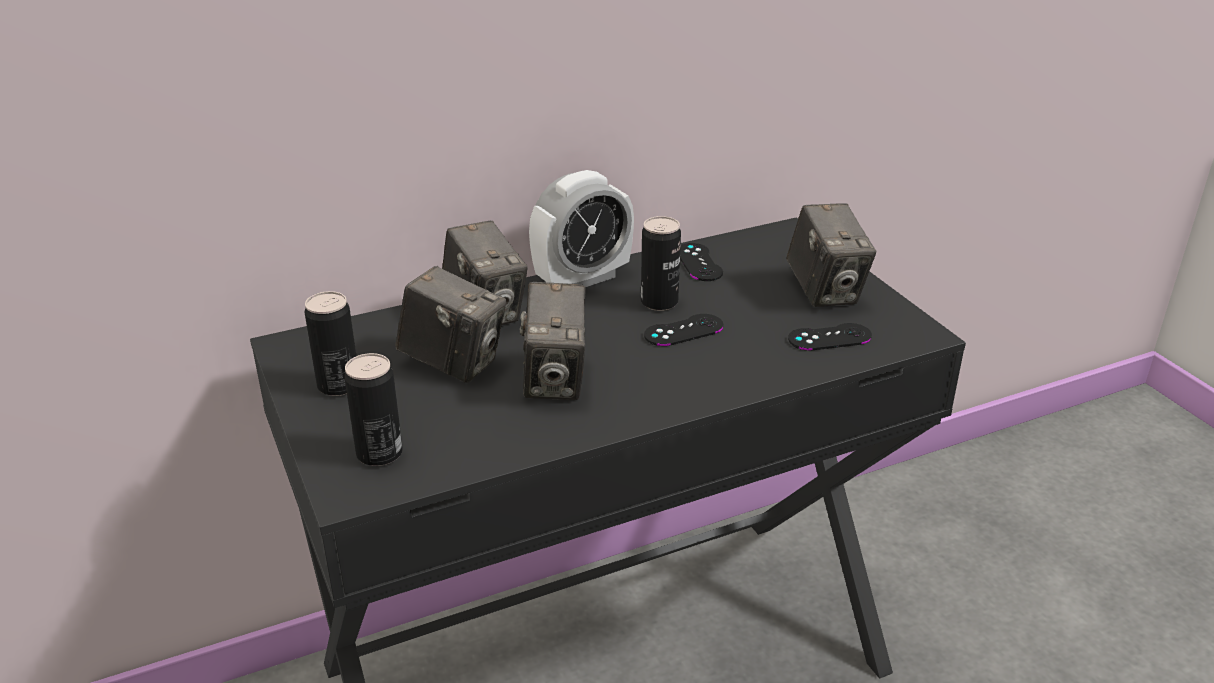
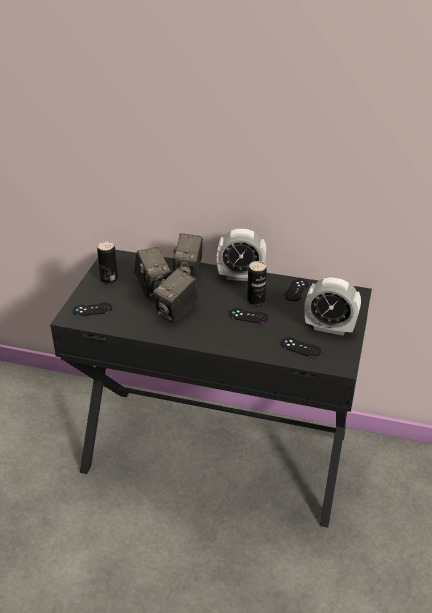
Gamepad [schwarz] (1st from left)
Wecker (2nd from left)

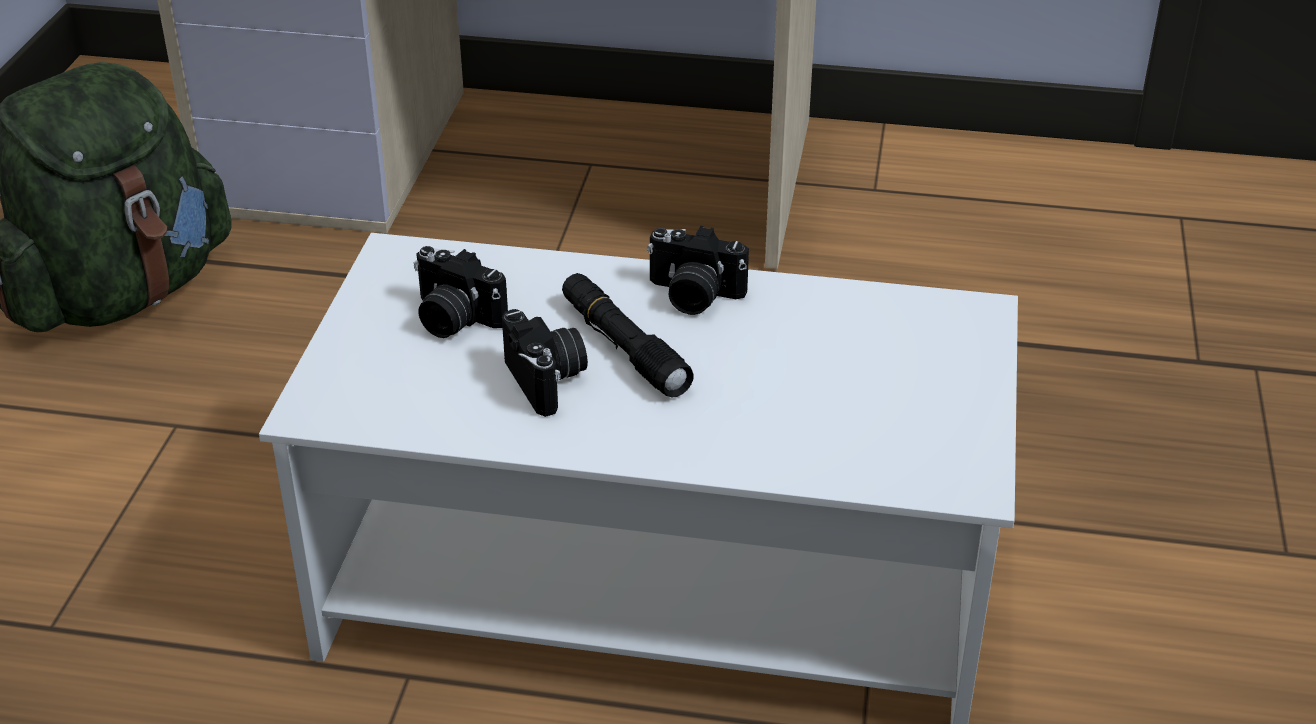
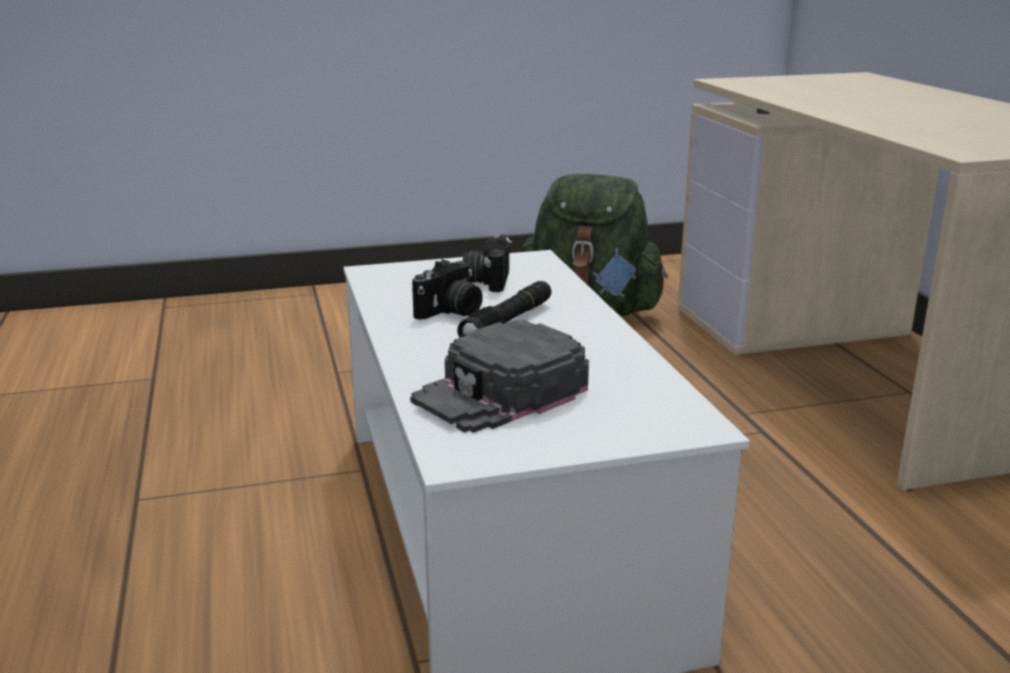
Kamera (3rd from left in the first image)
Kappe [schwarz]

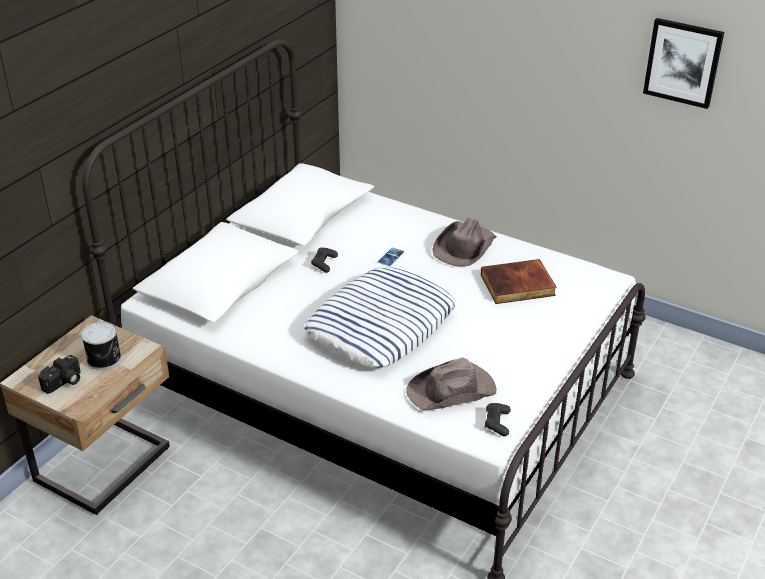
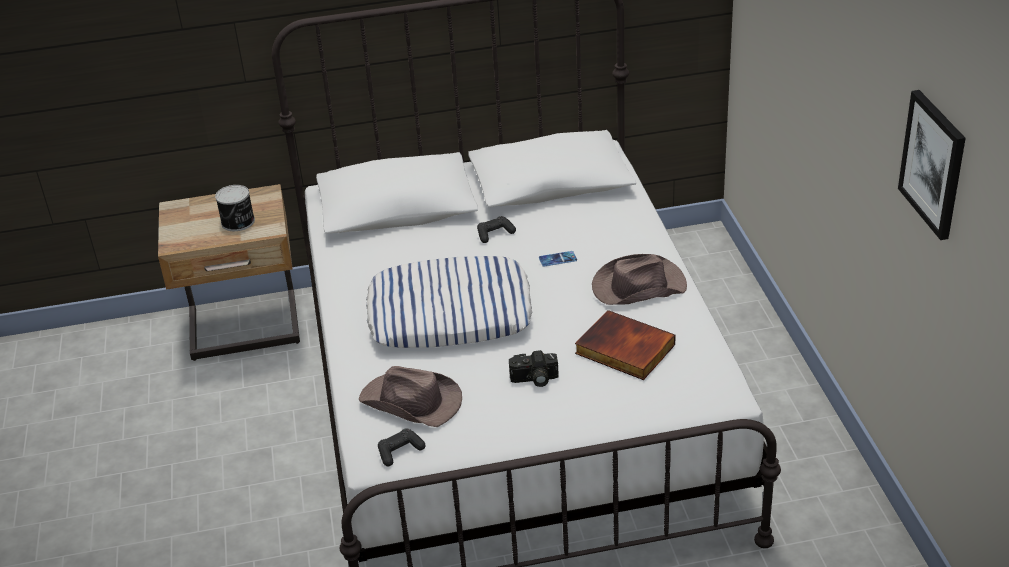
Kamera

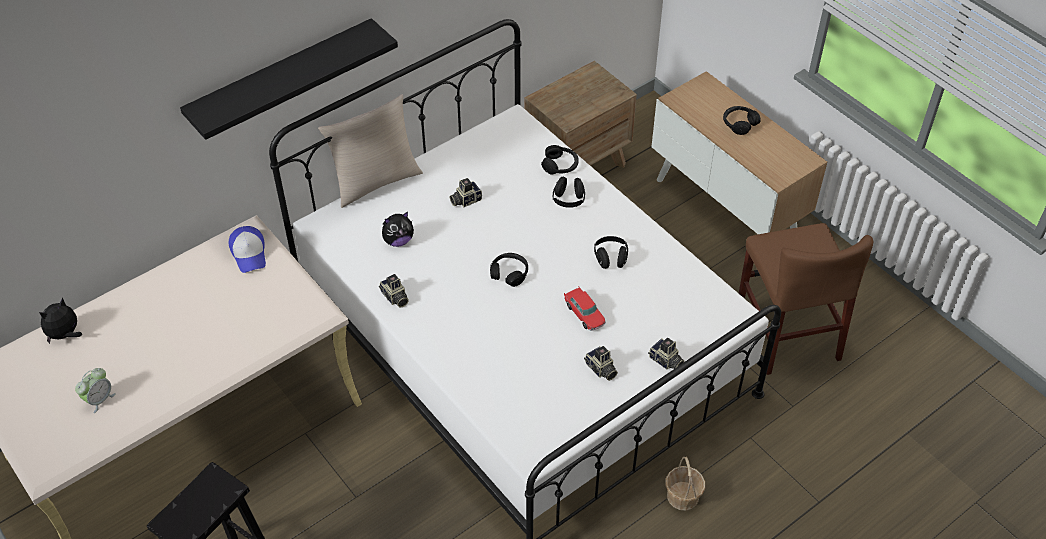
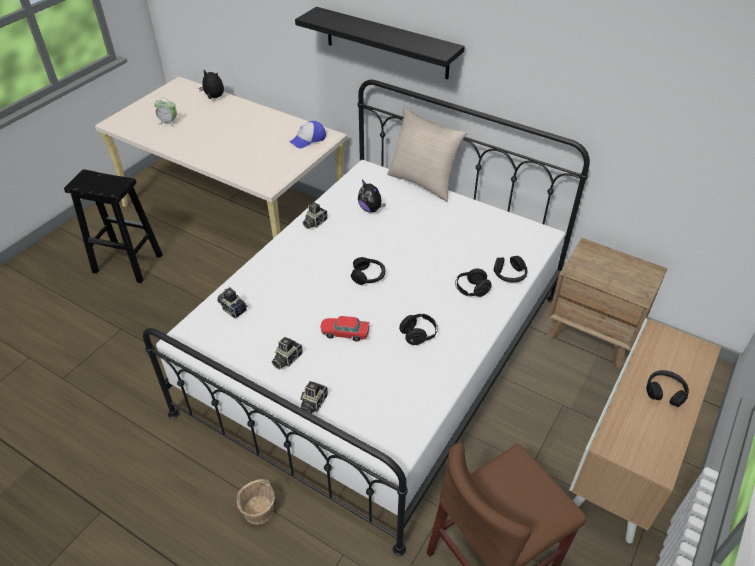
Kamera (1st from left)
Spielzeugauto

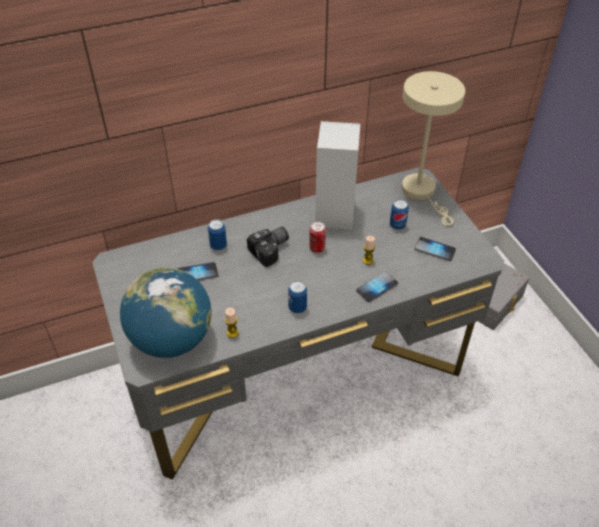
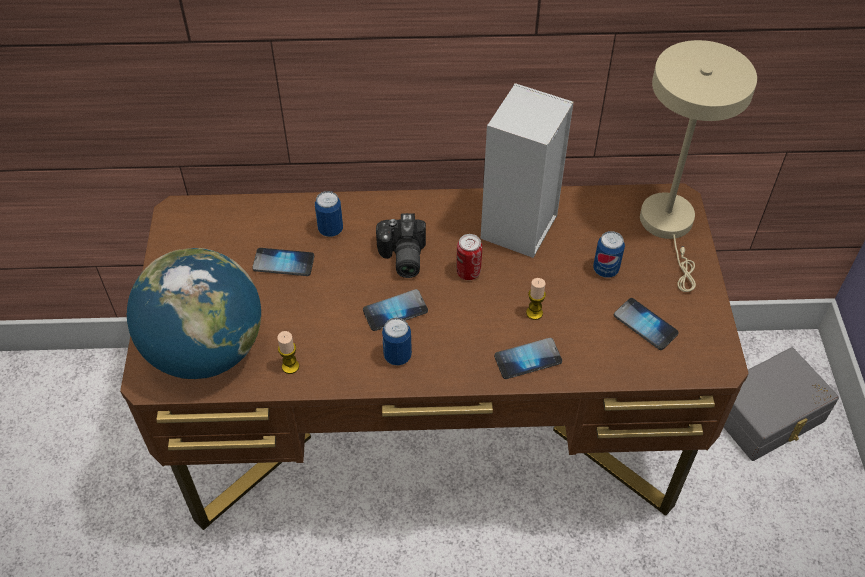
Schreibtisch [braun]
Kamera
Handy (2nd from left)

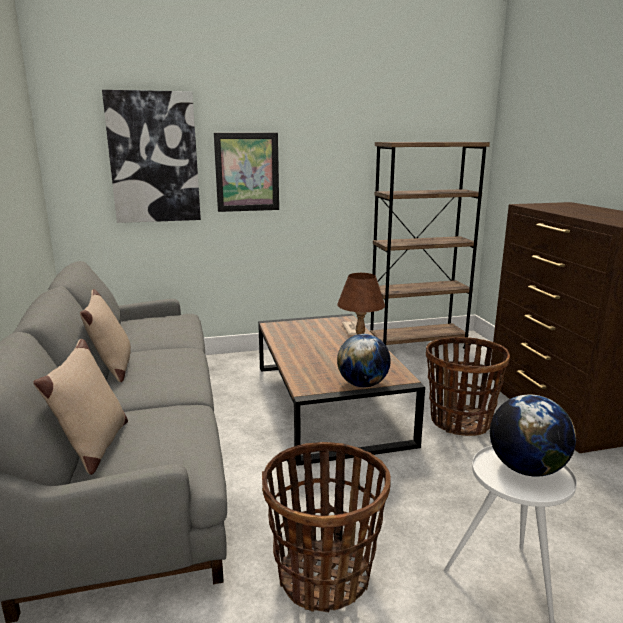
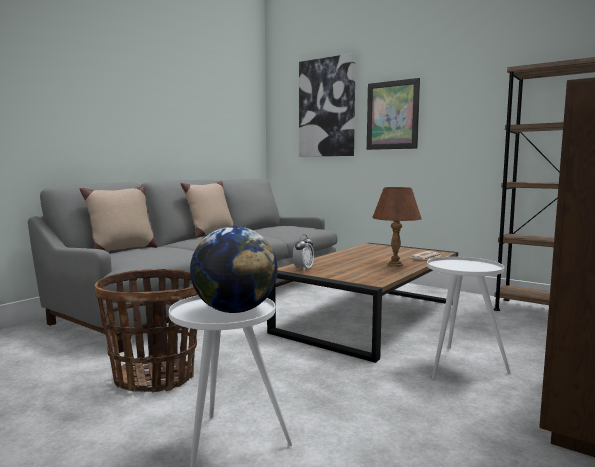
Globus (1st from left in the first image)
Beistelltisch [weiß] (2nd from left)
Wecker

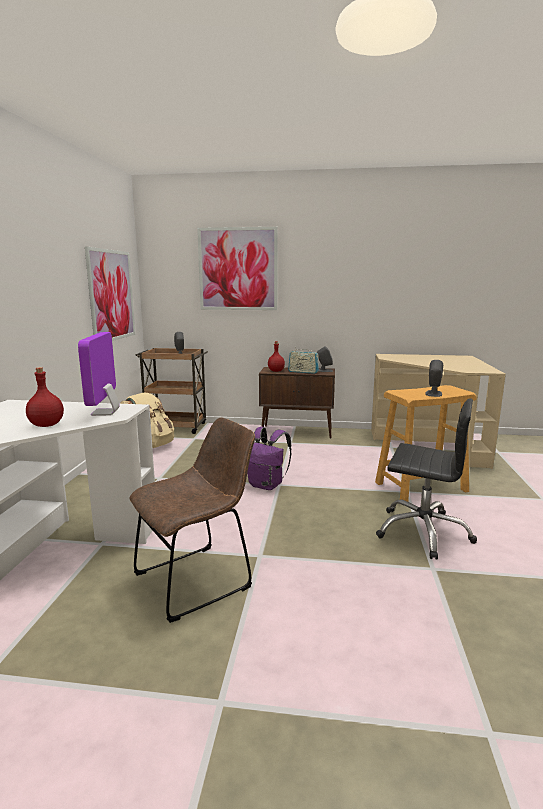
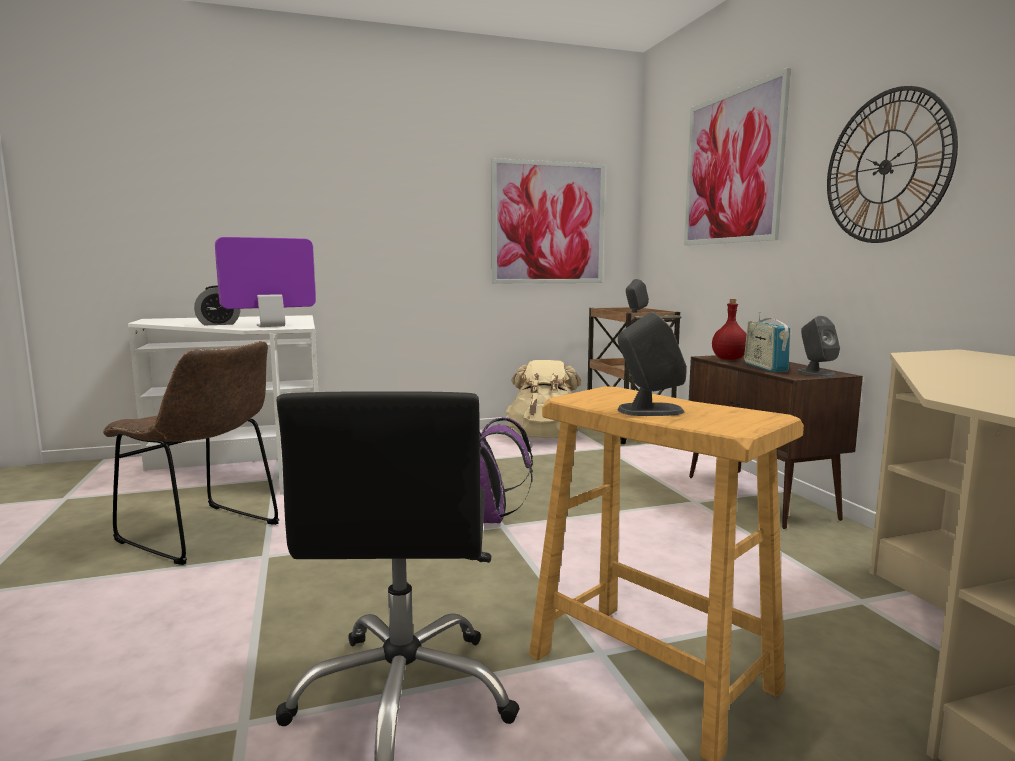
Wecker
Wanduhr

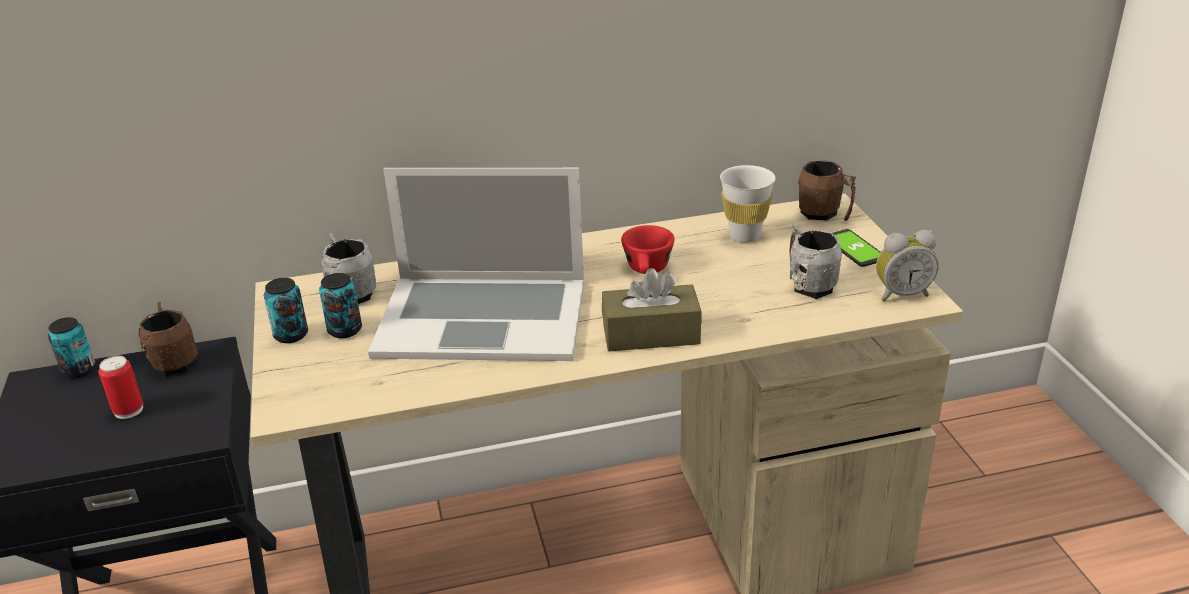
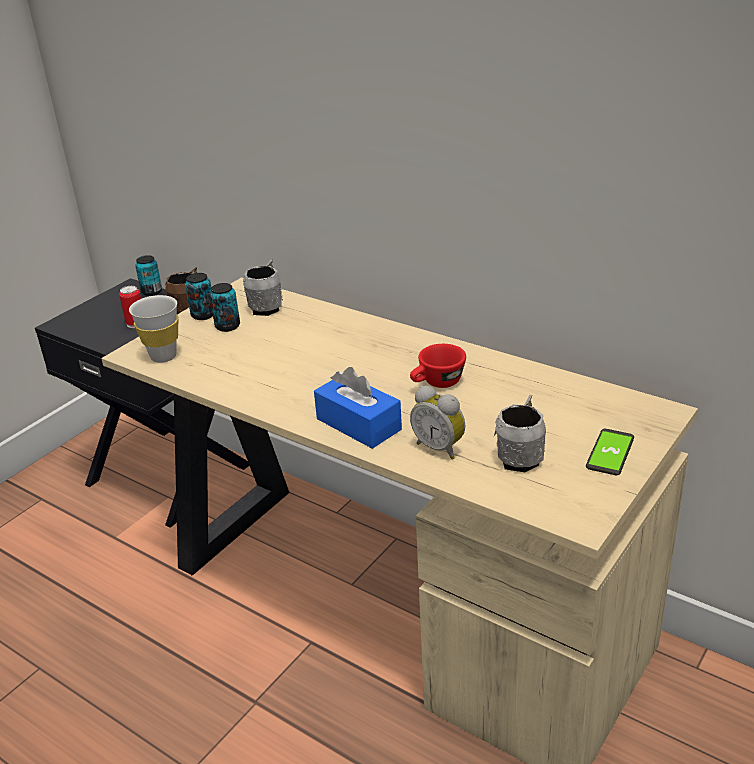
Laptop
Taschentuchbox [blau]
Tasse [weiß]
Henkelbecher [braun] (2nd from left in the first image)
Wecker

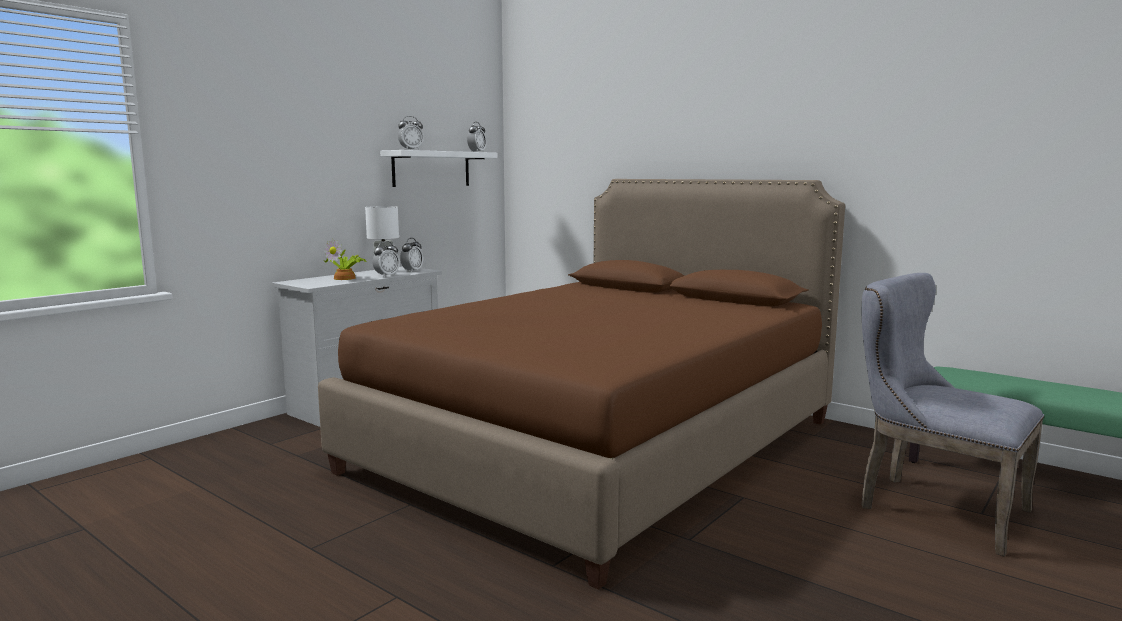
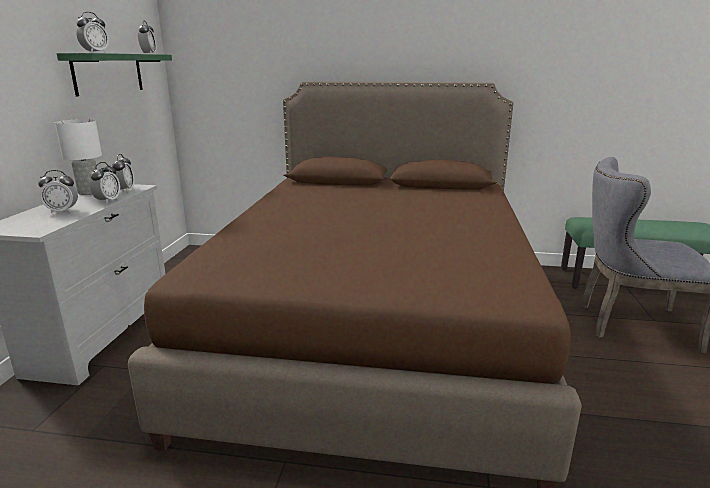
Wecker (1st from left)
Wandregal [grün]

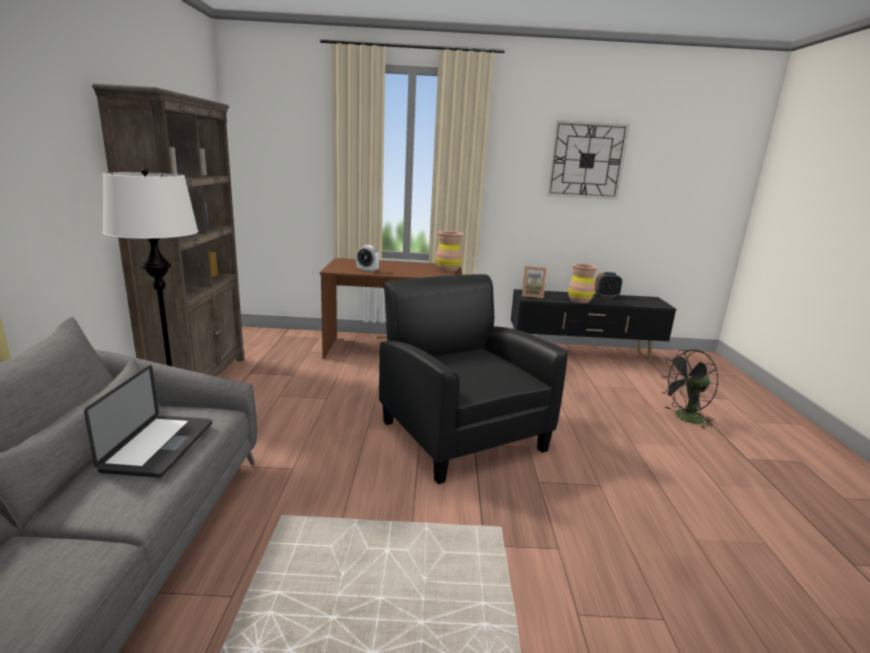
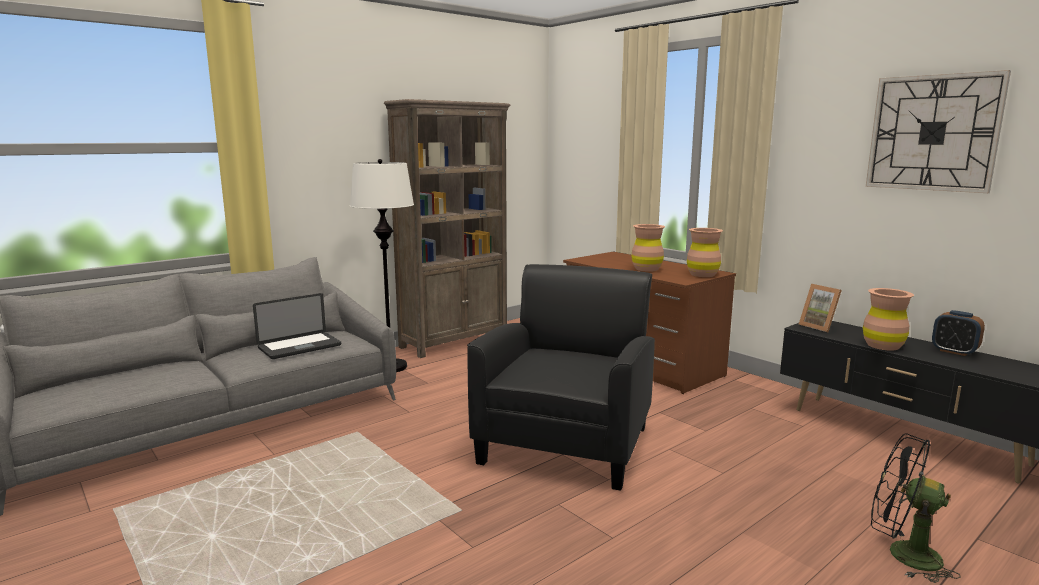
Wecker (1st from left in the first image)
Vase [braun] (1st from left)

